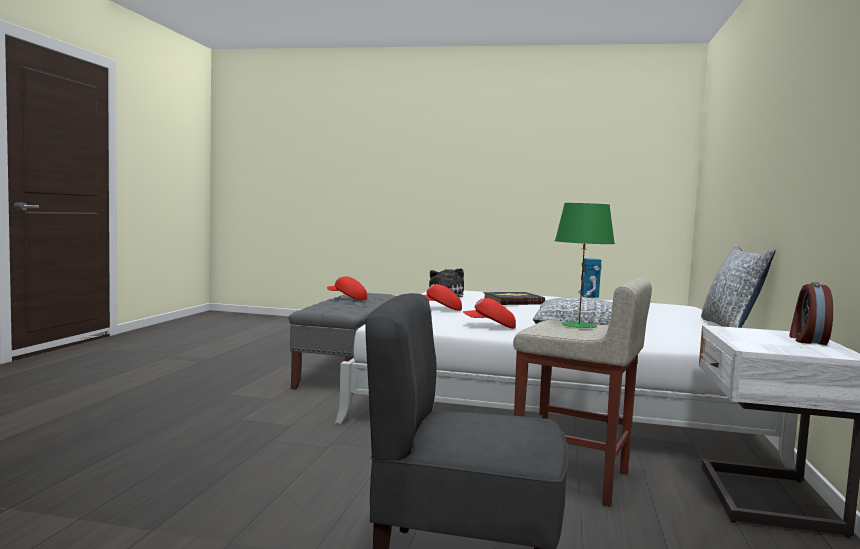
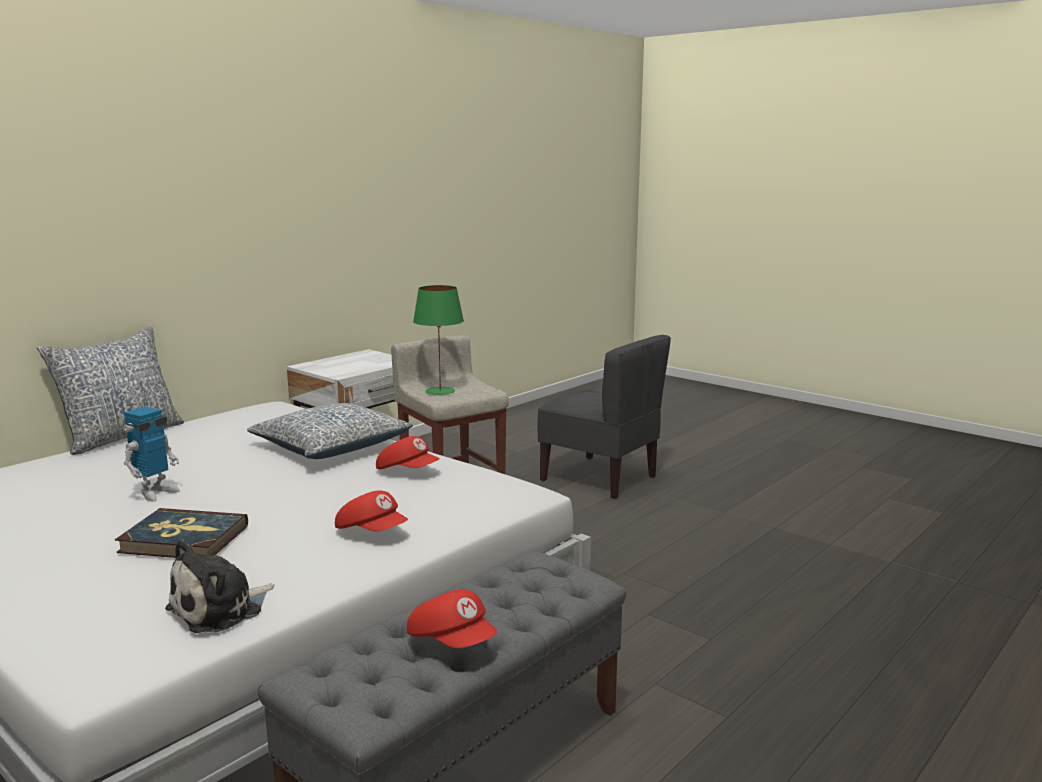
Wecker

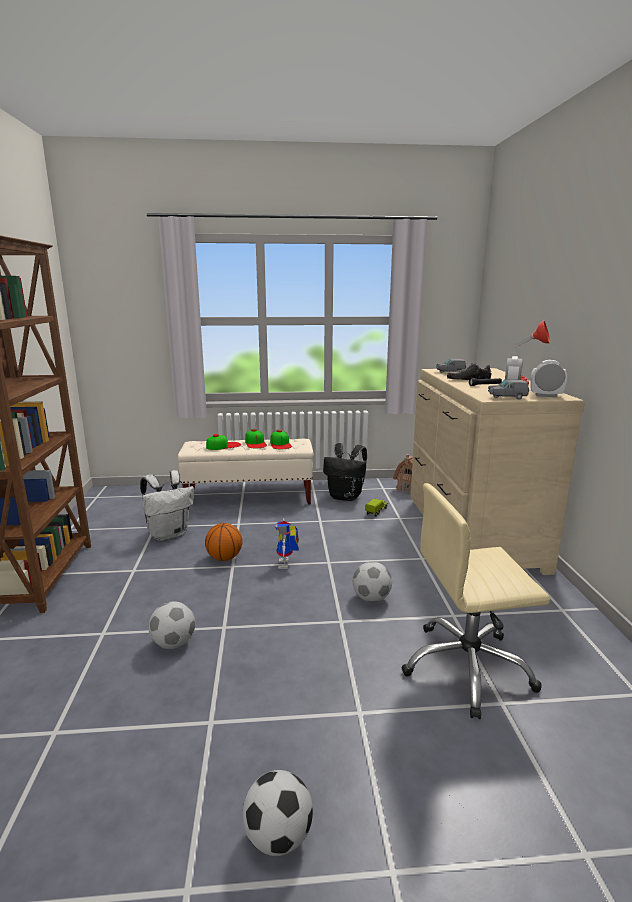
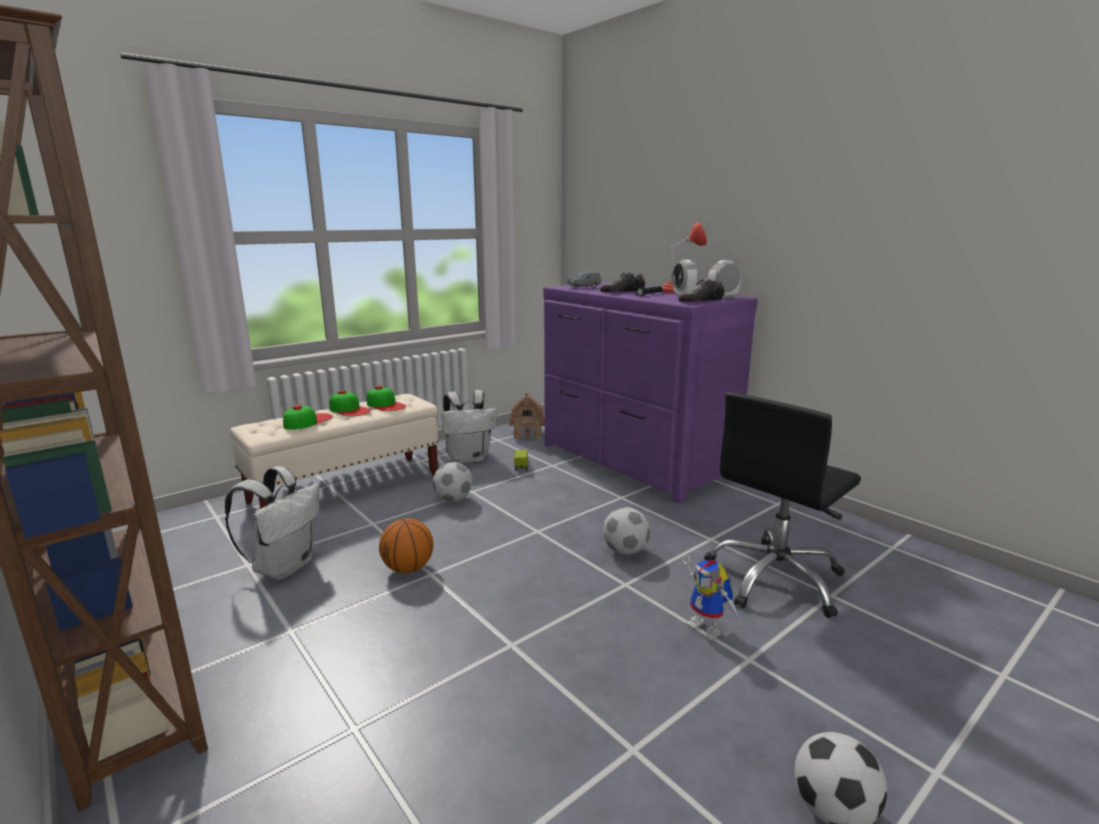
Fußball (1st from left)
Spielzeugroboter
Rucksack [weiß] (2nd from left)
Bürostuhl [schwarz]
Kommode [lila]
Schuh (2nd from left)

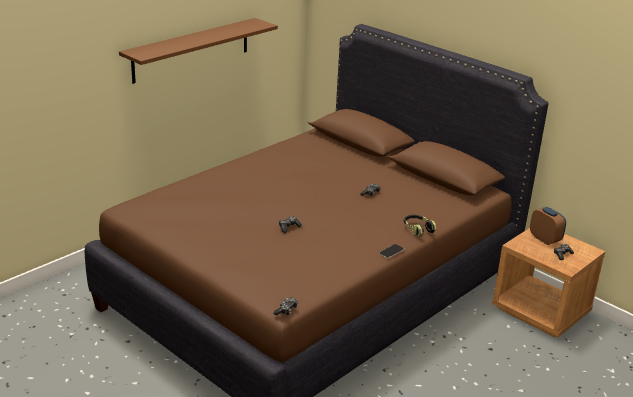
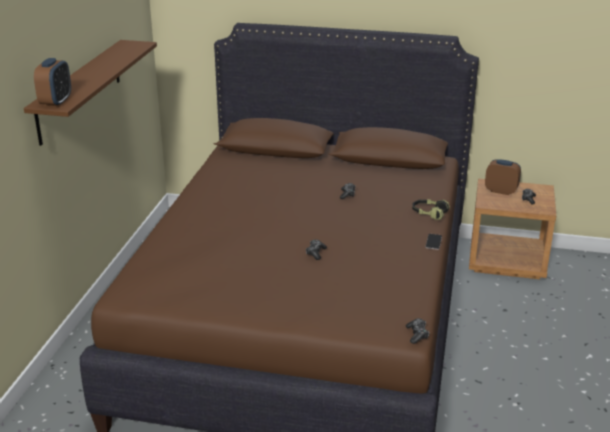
Wecker (1st from left)

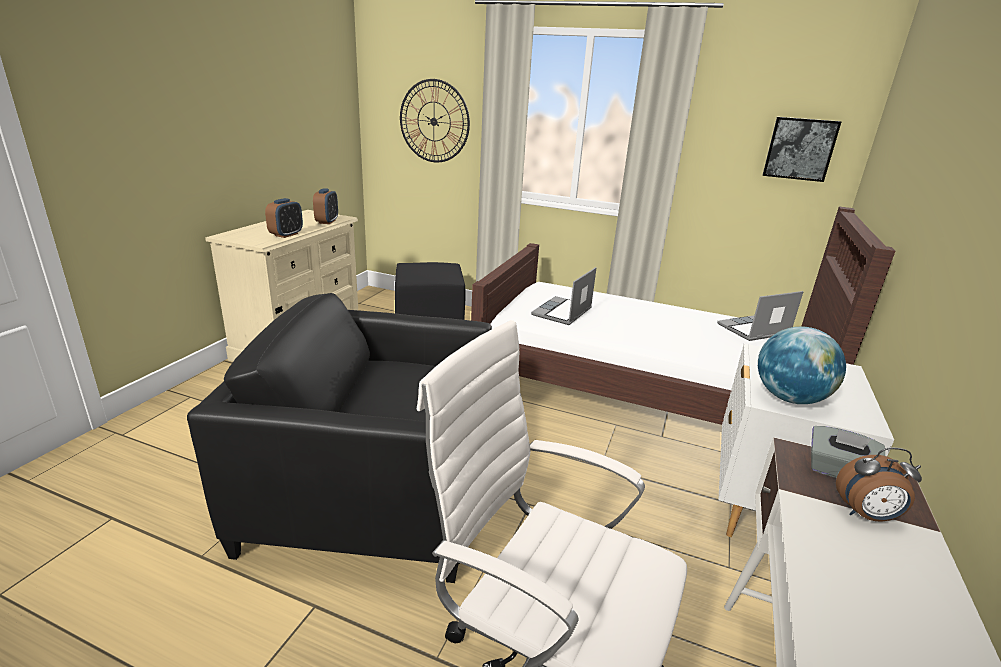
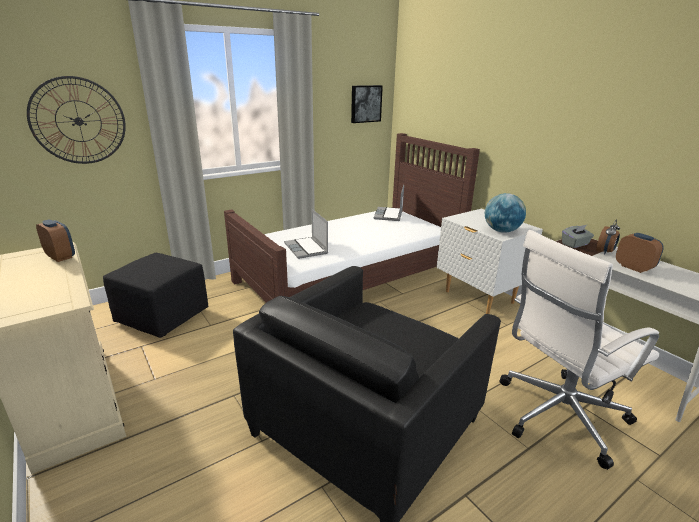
Wecker (3rd from left)

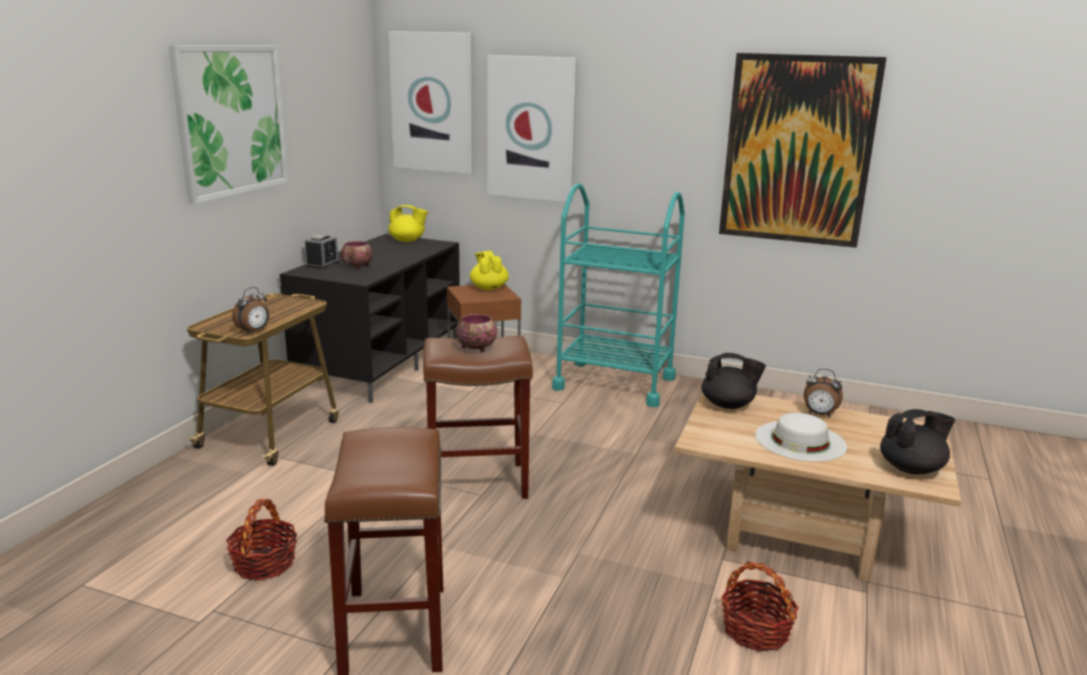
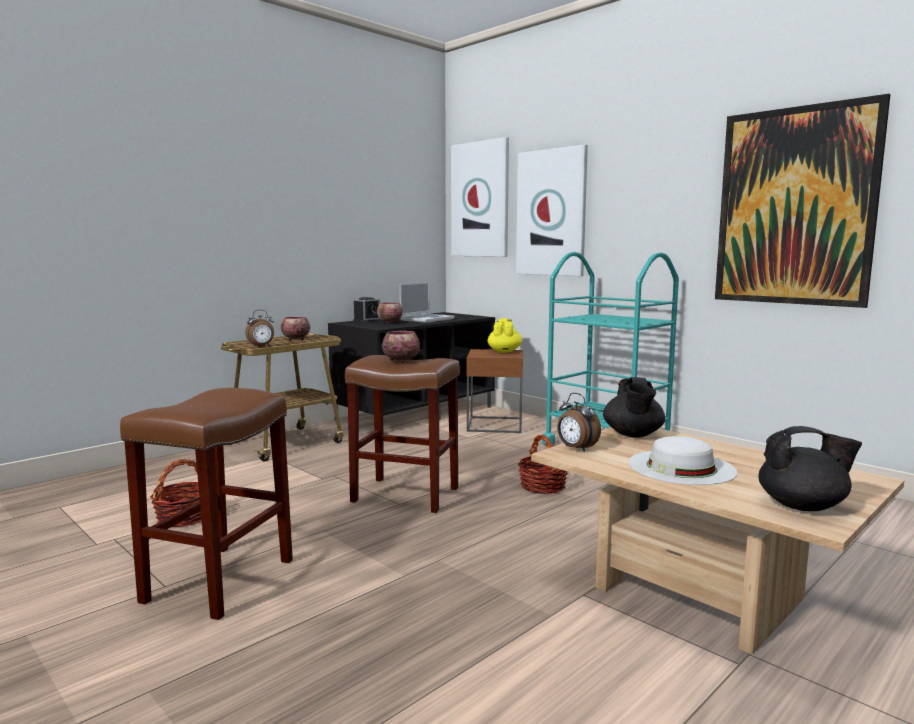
Bild (1st from left in the first image)
Teekanne [gelb] (1st from left in the first image)
Teekanne [schwarz] (1st from left)
Korb (2nd from left)
Wecker (3rd from left)
Schüssel (1st from left)
Laptop

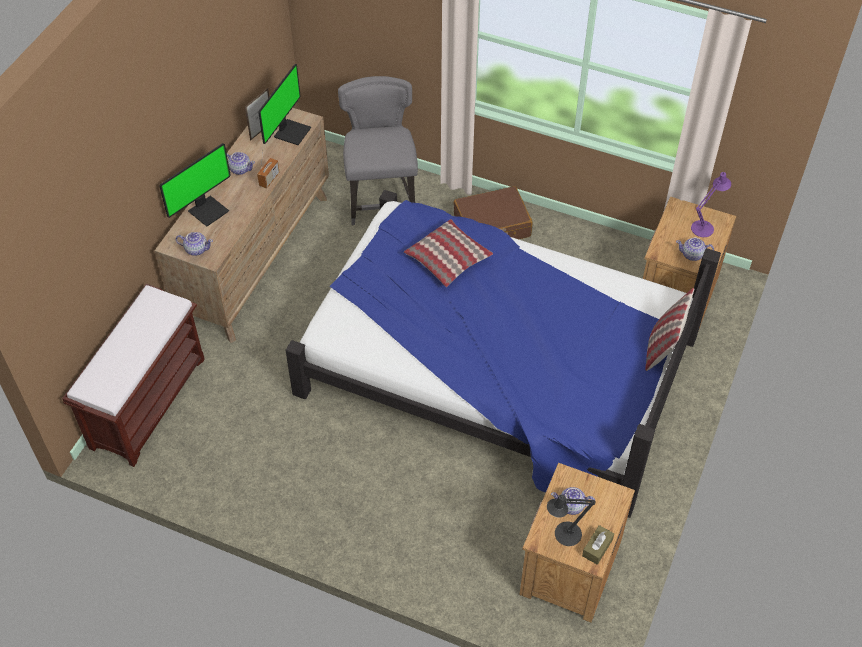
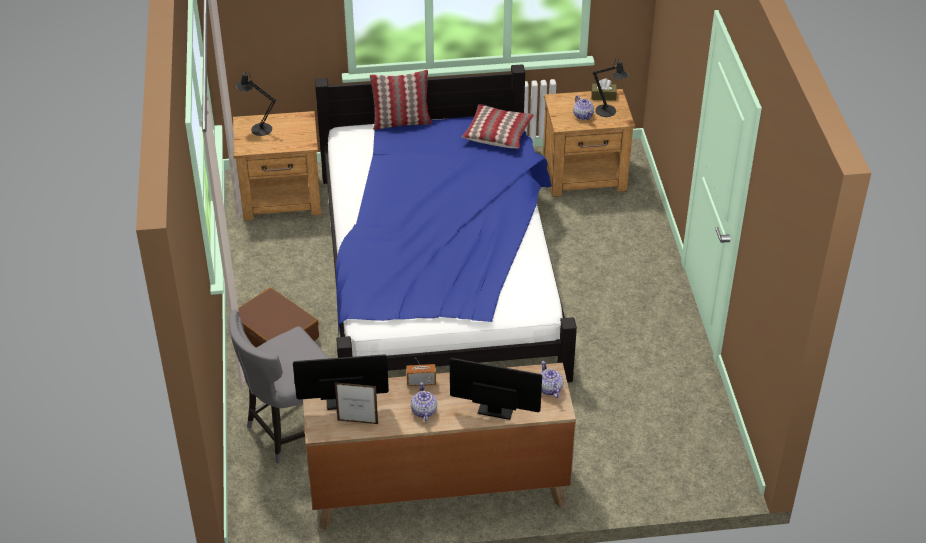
Bank [braun]
Kissen (2nd from left)
Teekanne (4th from left in the first image)
Tischlampe [schwarz] (1st from left)

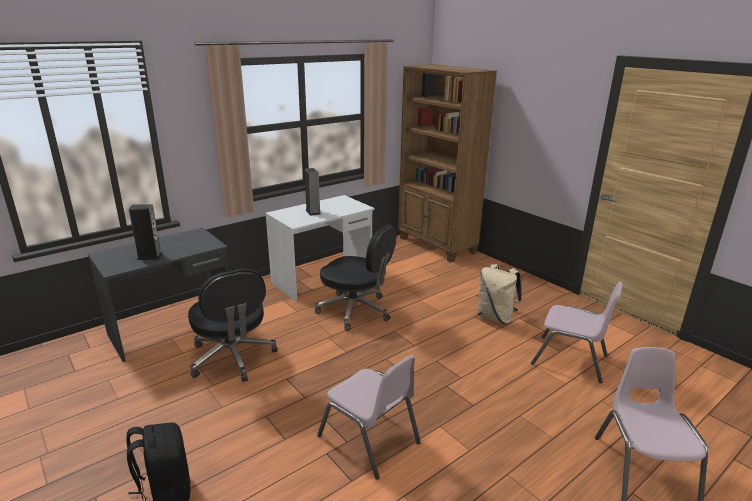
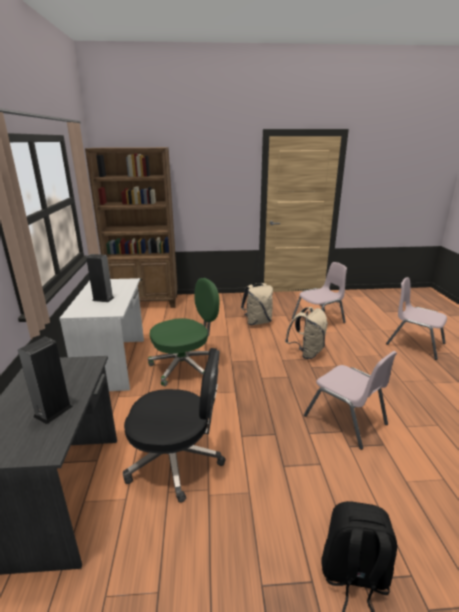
Bürostuhl [grün]
Stuhl [rosa] (2nd from left)
Rucksack [beige] (2nd from left)

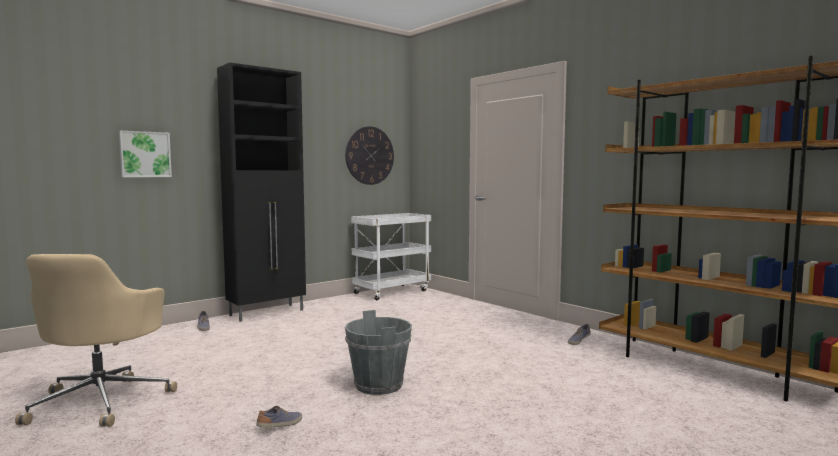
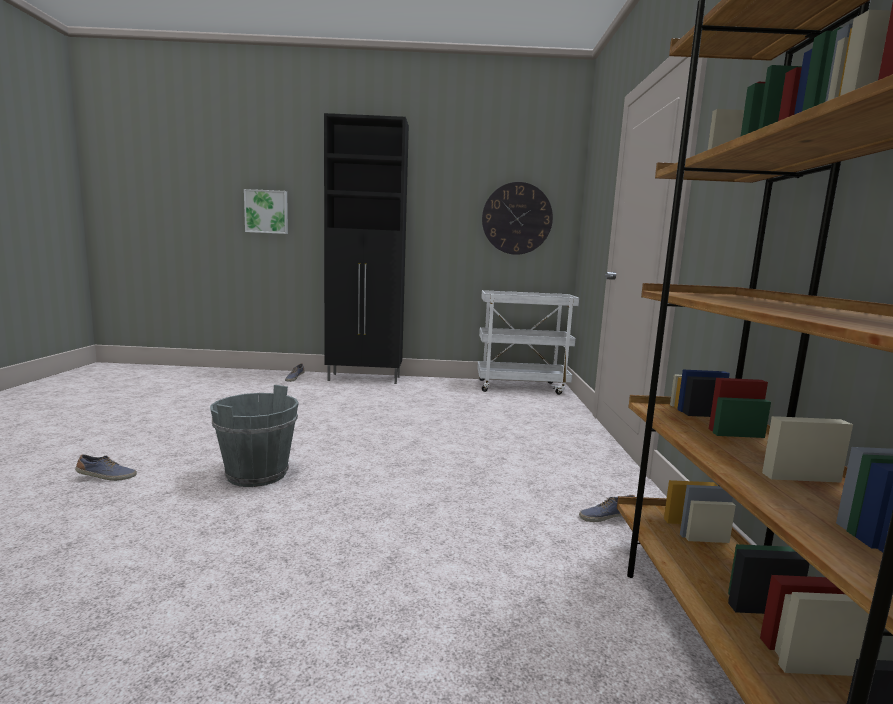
Bürostuhl [beige]

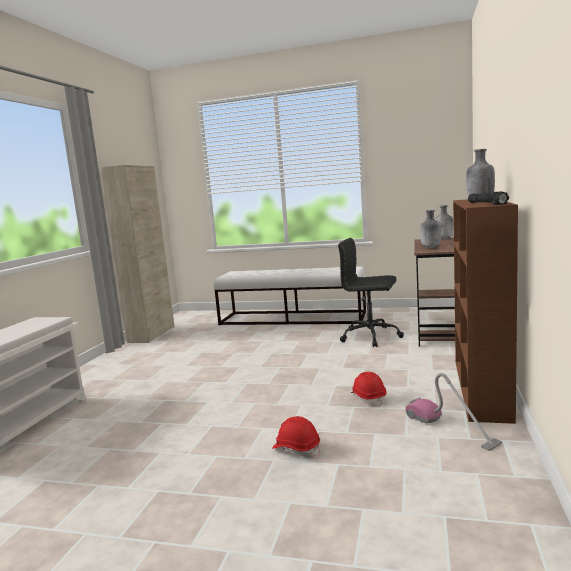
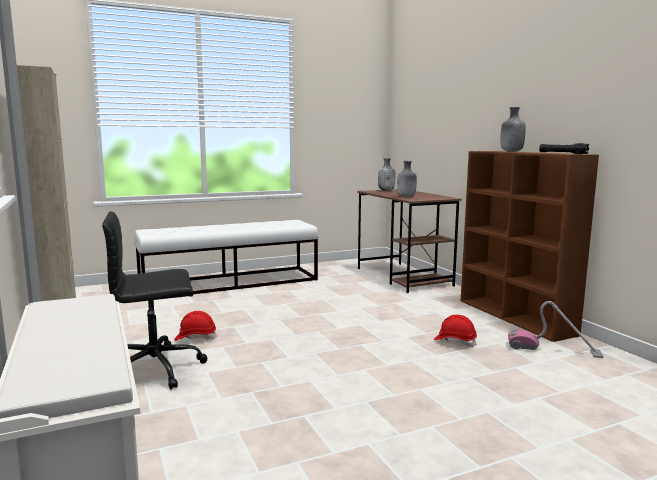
Schutzhelm [rot] (1st from left)
Bürostuhl [schwarz]

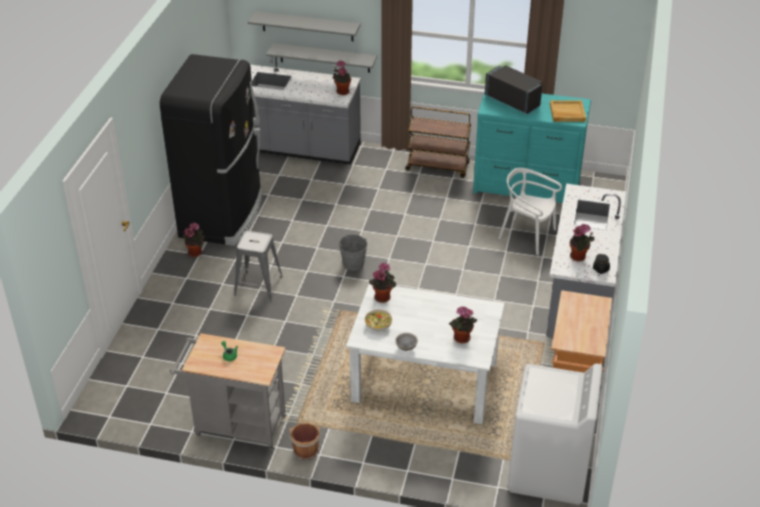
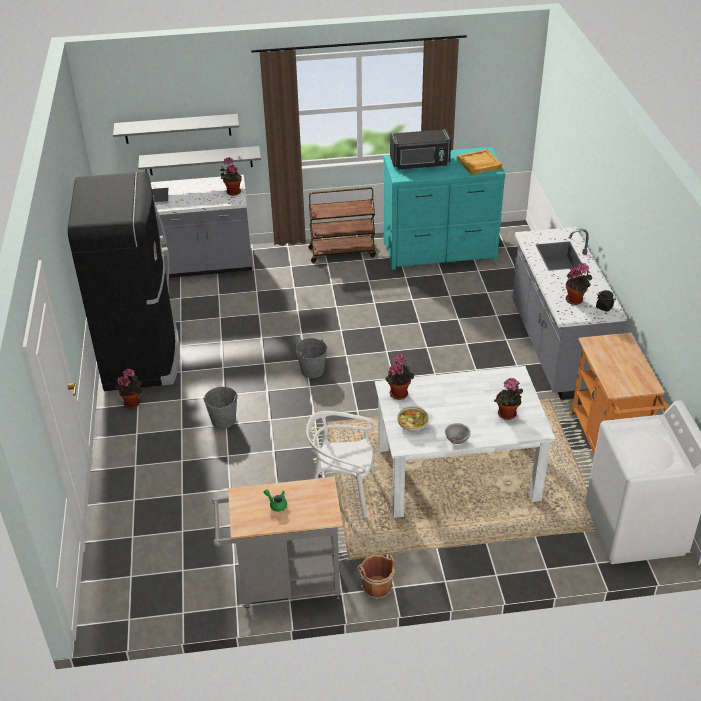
Eimer [grau] (1st from left)
Mikrowelle [schwarz]
Stuhl [weiß]

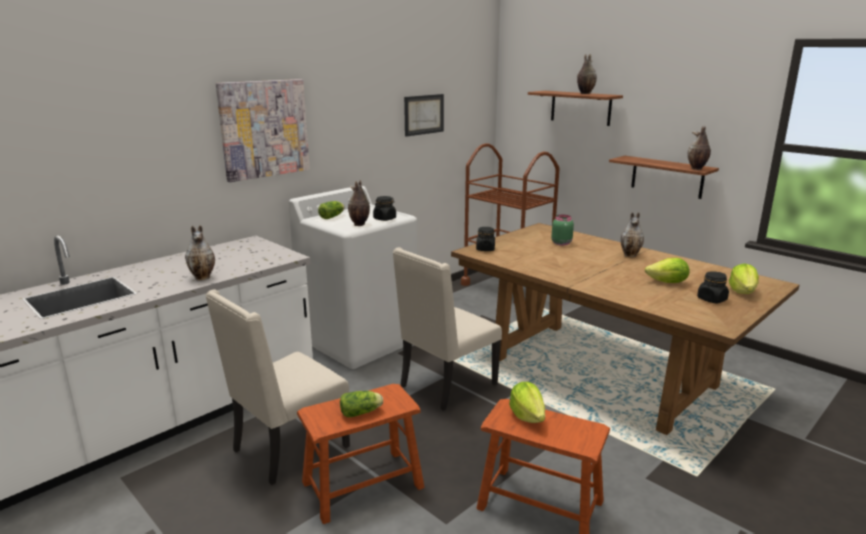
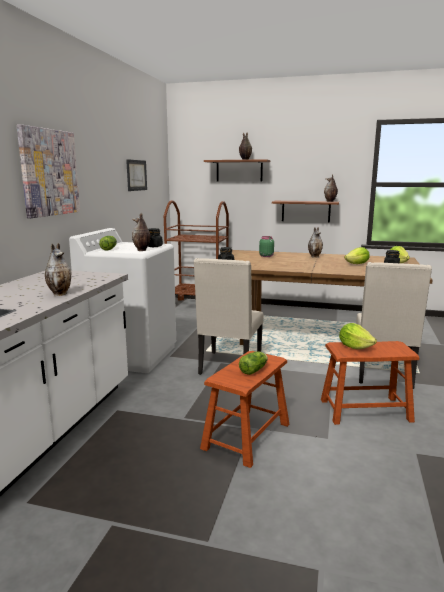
Stuhl [beige] (2nd from left)

